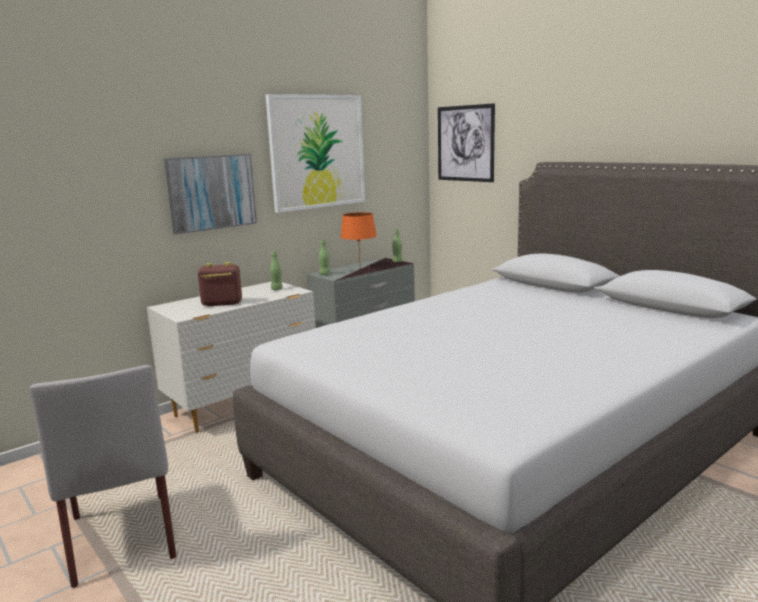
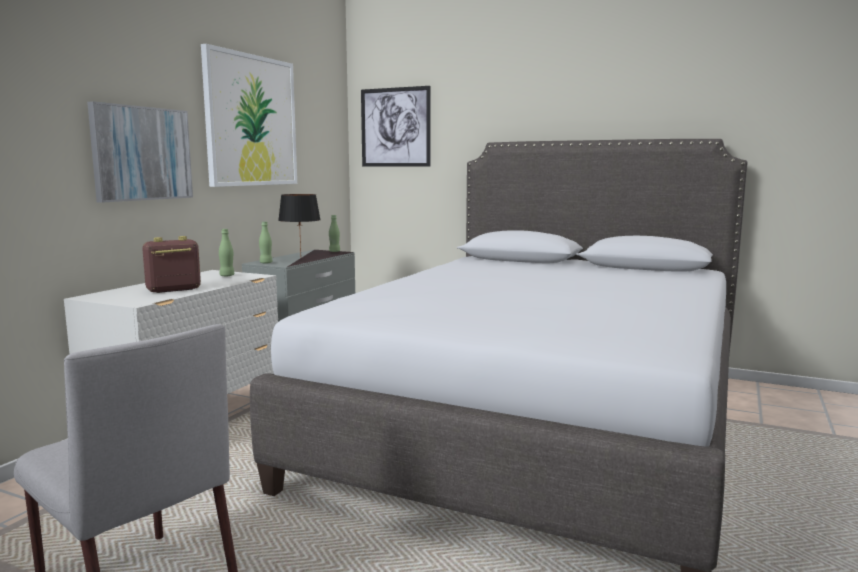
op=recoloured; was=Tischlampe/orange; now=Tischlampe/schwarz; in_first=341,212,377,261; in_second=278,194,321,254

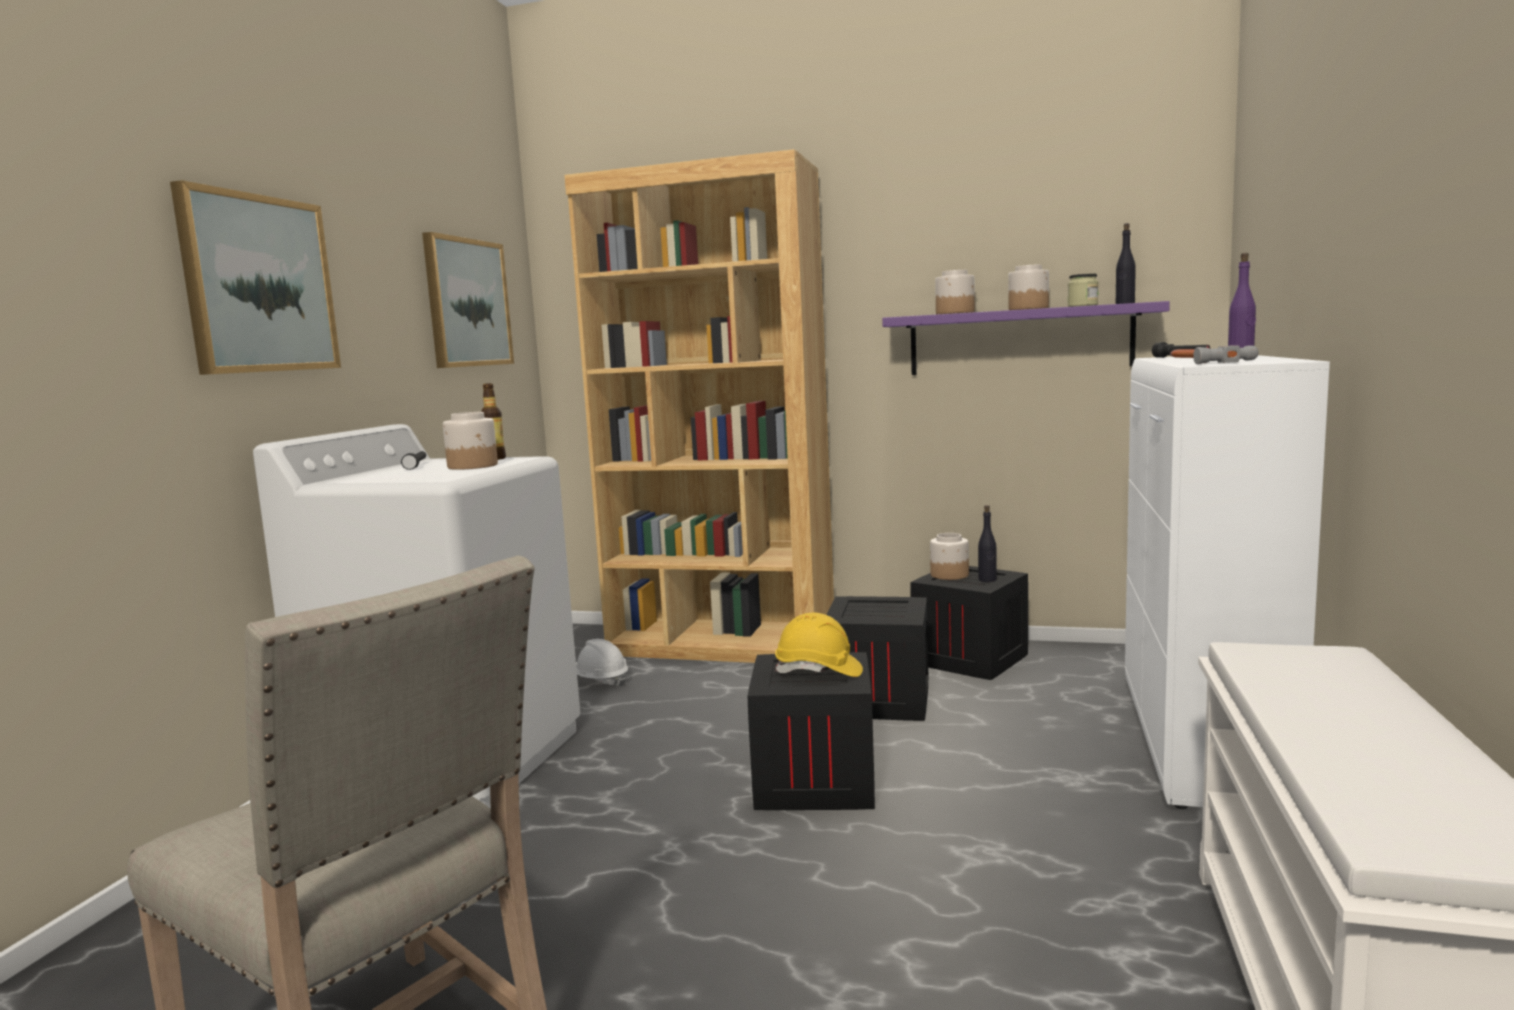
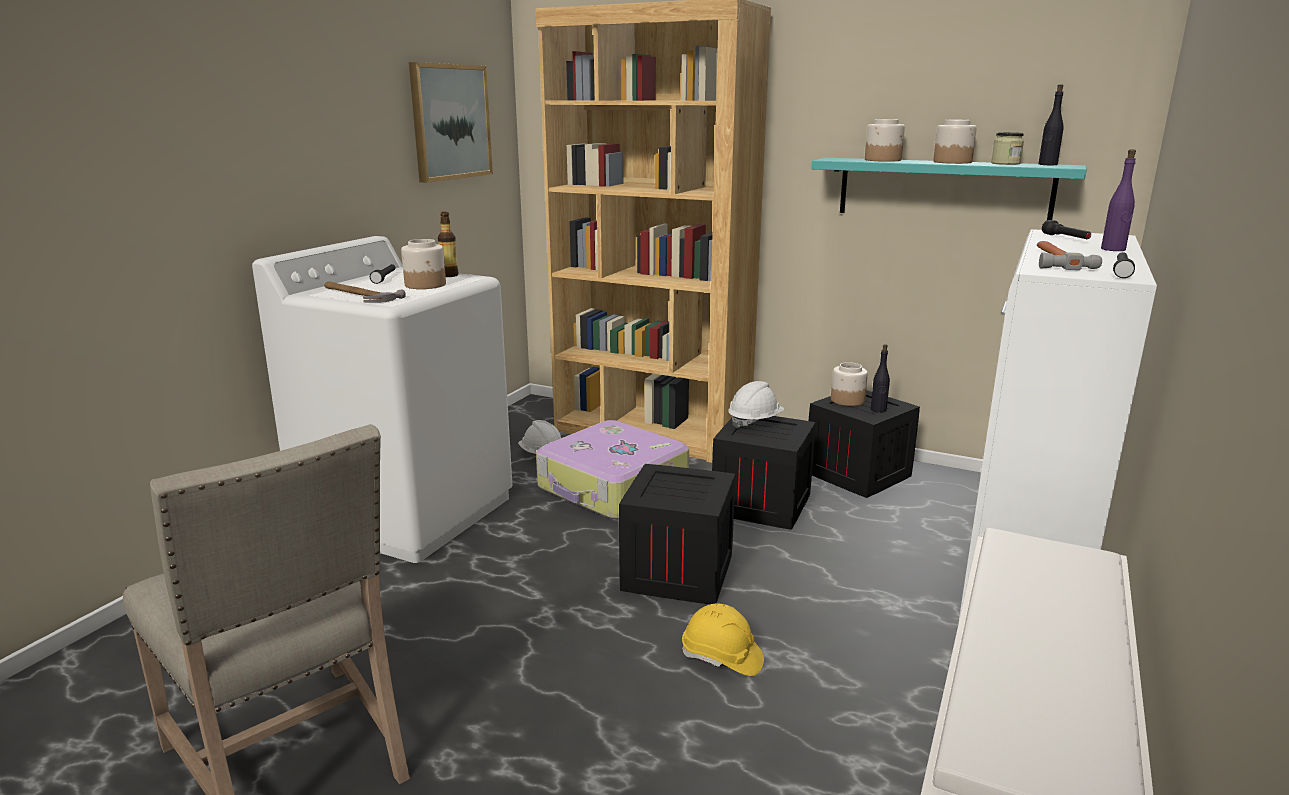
op=removed; was=Bild; in_first=170,180,341,375
op=moved; was=Schutzhelm/gelb; in_first=775,612,863,677; in_second=682,604,764,676
op=recoloured; was=Wandregal/lila; now=Wandregal/türkis; in_first=882,301,1170,375; in_second=812,158,1087,220
op=added; now=Hammer; in_second=324,281,406,303
op=added; now=Koffer; in_second=536,420,689,519
op=added; now=Schutzhelm/weiß; in_second=728,381,785,428
op=added; now=Taschenlampe/schwarz; in_second=1113,252,1135,278

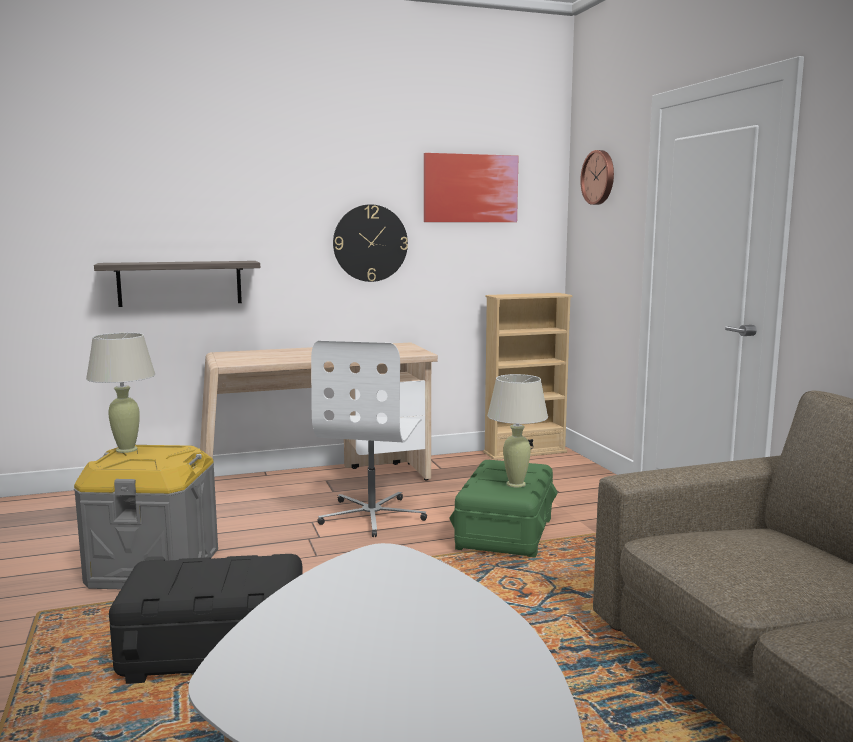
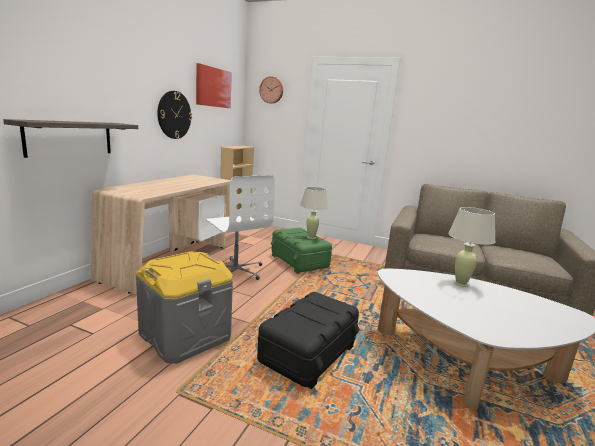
op=moved; was=Tischlampe/beige; in_first=86,333,156,453; in_second=448,207,495,287

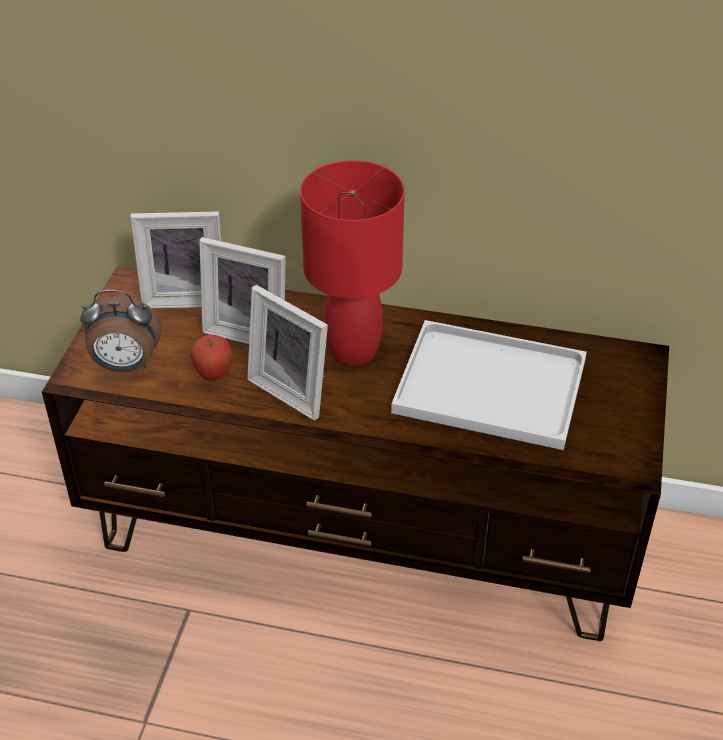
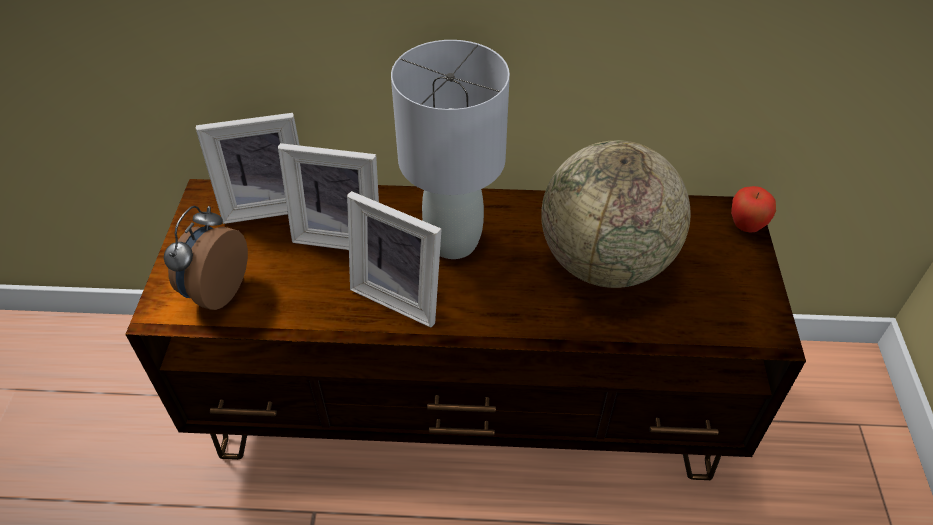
op=turned; was=Wecker; in_first=80,290,161,372; in_second=164,206,248,310; clockwise=120
op=moved; was=Apfel; in_first=190,335,233,381; in_second=731,186,776,233
op=recoloured; was=Tischlampe/rot; now=Tischlampe/grau; in_first=300,160,405,366; in_second=391,40,510,259
op=replaced; was=Tablett/weiß; now=Globus; in_first=391,320,587,450; in_second=541,140,691,288

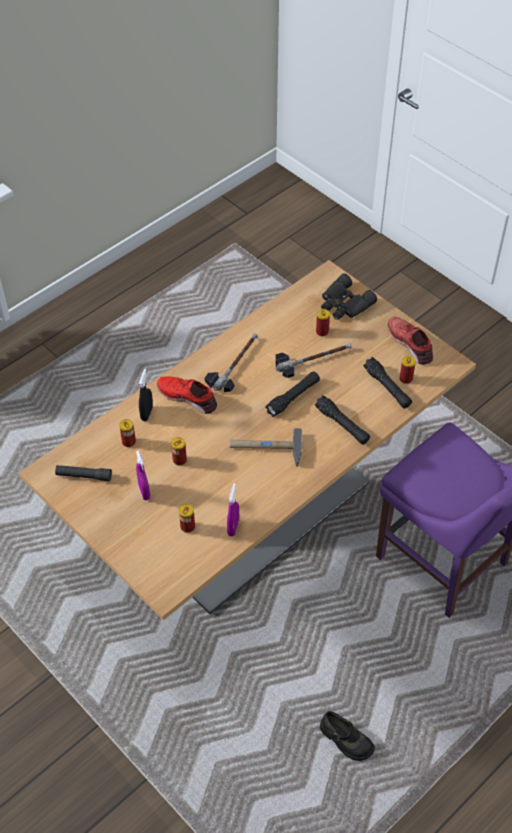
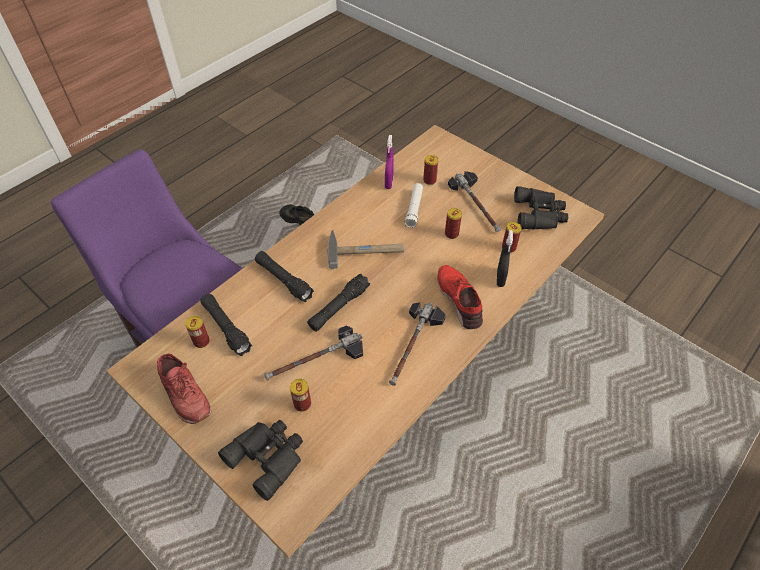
op=replaced; was=Taschenlampe/schwarz; now=Fernglas/schwarz; in_first=55,465,112,481; in_second=514,186,568,230
op=replaced; was=Sprühflasche/lila; now=Hammer; in_first=136,451,150,500; in_second=448,171,501,232
op=turned; was=Schuh/rot; in_first=157,376,217,414; in_second=437,265,483,329; clockwise=-135
op=added; now=Taschenlampe/weiß; in_second=404,183,423,228

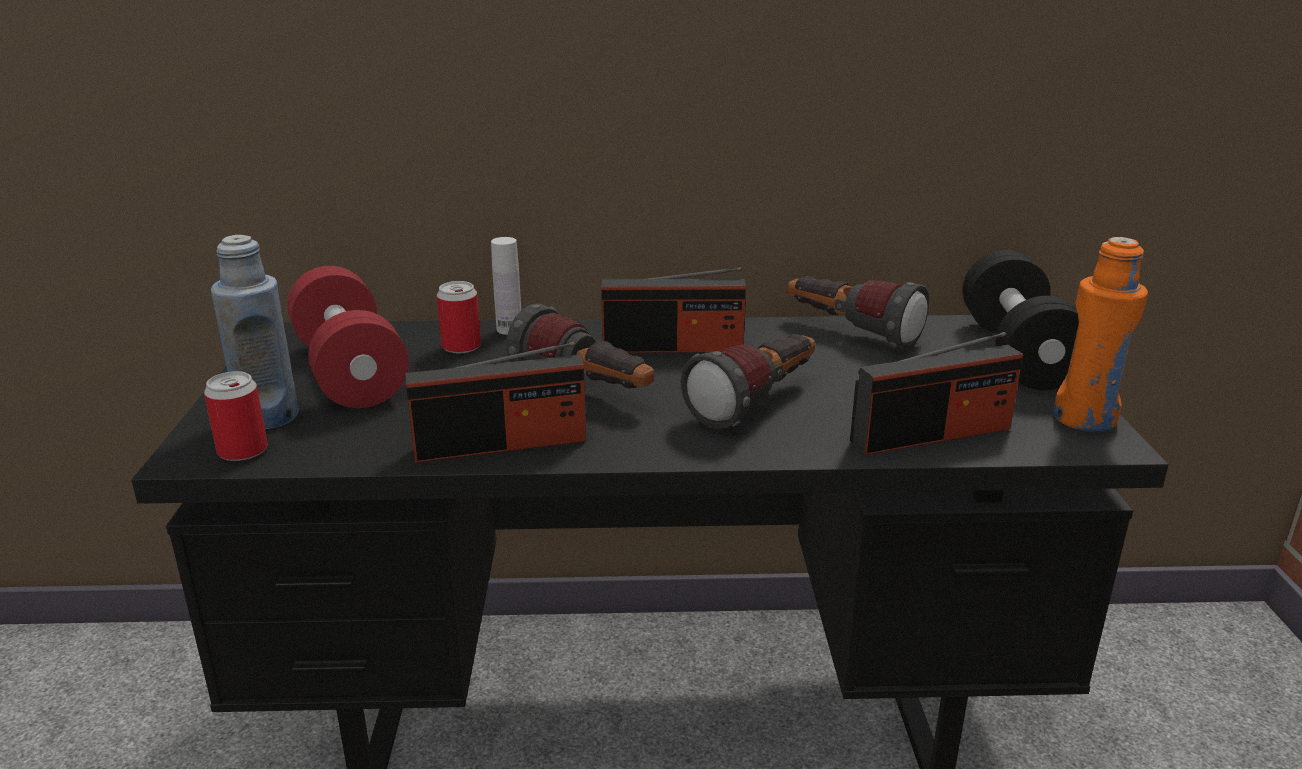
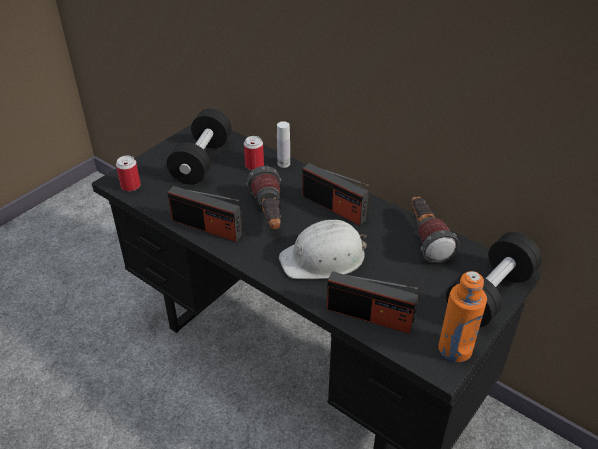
op=removed; was=Flasche/blau; in_first=211,235,299,429
op=recoloured; was=Hantel/rot; now=Hantel/schwarz; in_first=287,266,409,408; in_second=167,109,232,185
op=replaced; was=Taschenlampe; now=Schutzhelm/weiß; in_first=681,334,815,430; in_second=279,220,367,279

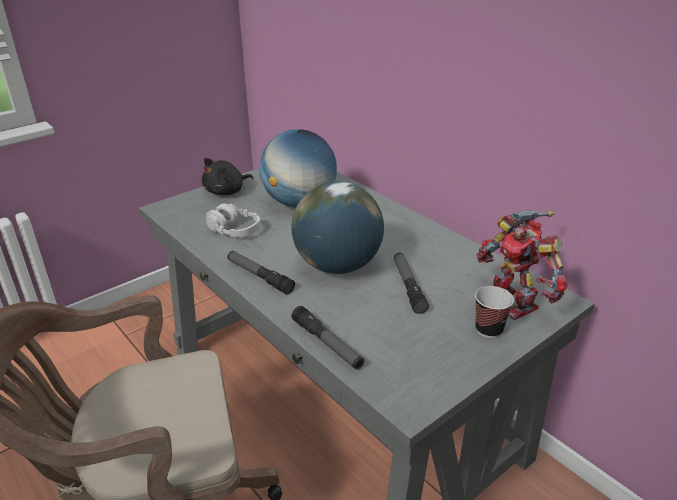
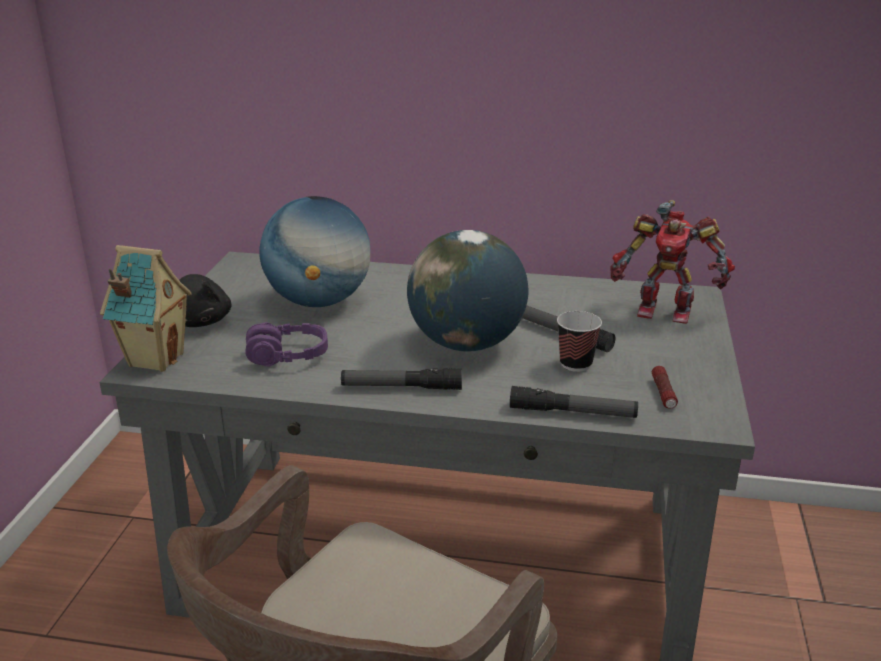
op=recoloured; was=Kopfhörer/grau; now=Kopfhörer/lila; in_first=206,203,261,237; in_second=245,322,328,367
op=moved; was=Tasse; in_first=475,286,514,338; in_second=557,311,602,372
op=added; now=Spielzeughaus; in_second=100,245,192,372
op=added; now=Taschenlampe; in_second=652,366,678,409

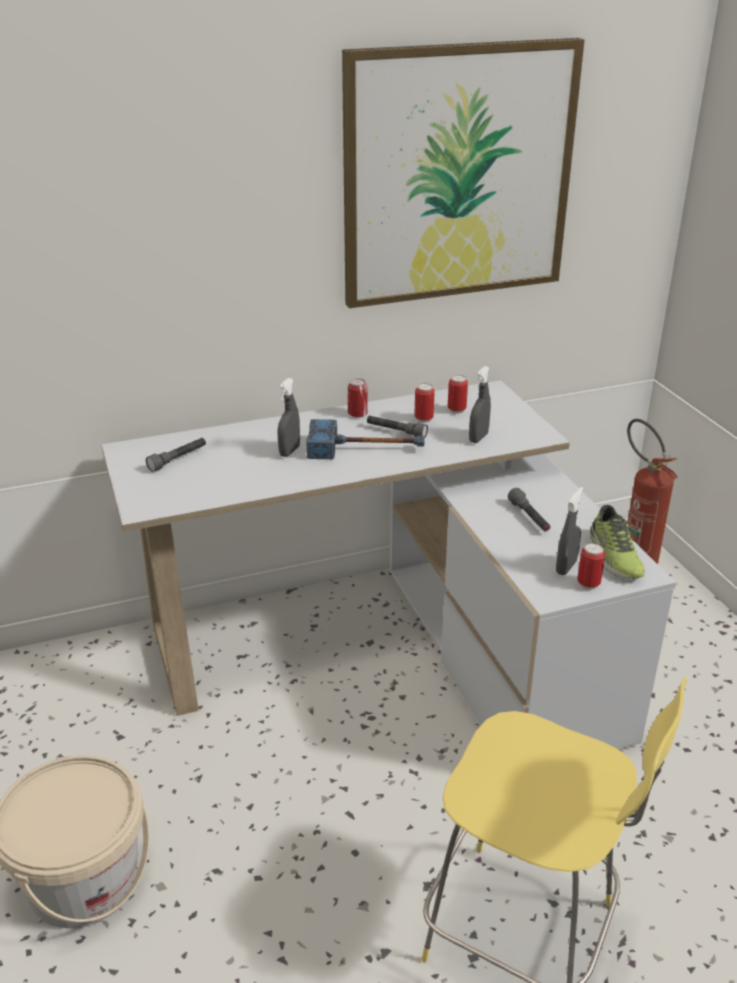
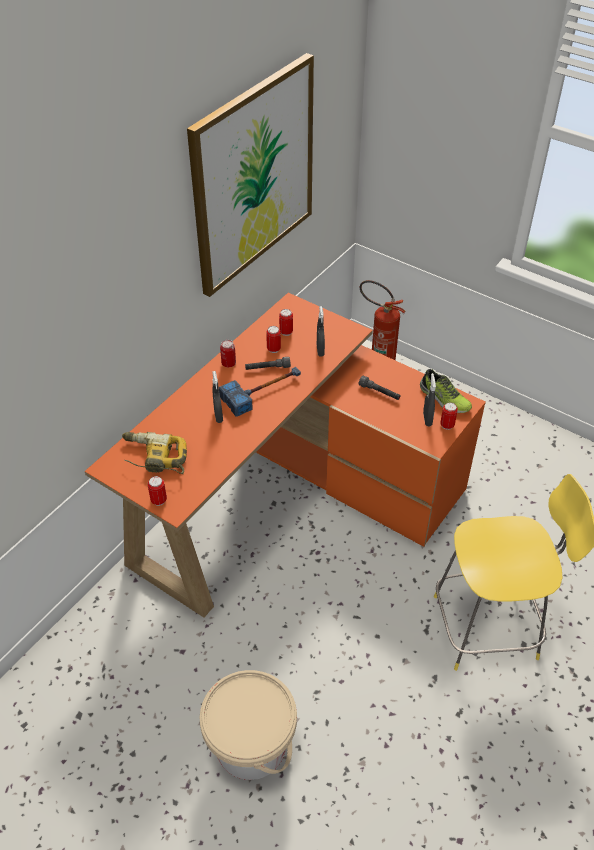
op=recoloured; was=Schreibtisch/weiß; now=Schreibtisch/orange; in_first=102,380,676,750; in_second=85,293,486,617
op=replaced; was=Taschenlampe/grau; now=Bohrmaschine; in_first=146,438,206,472; in_second=122,432,187,474
op=added; now=Dose; in_second=148,476,167,506

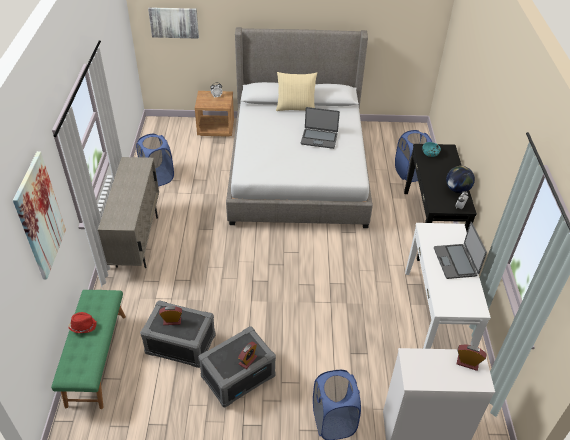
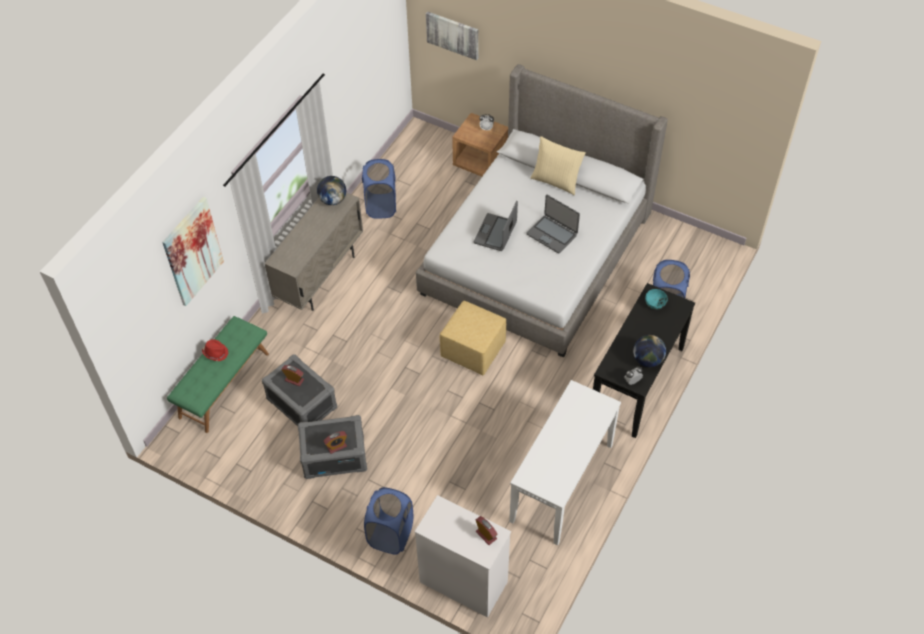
op=moved; was=Laptop; in_first=434,222,487,279; in_second=474,201,518,251
op=added; now=Globus; in_second=317,176,346,205
op=added; now=Polsterhocker/gelb; in_second=440,300,506,375

